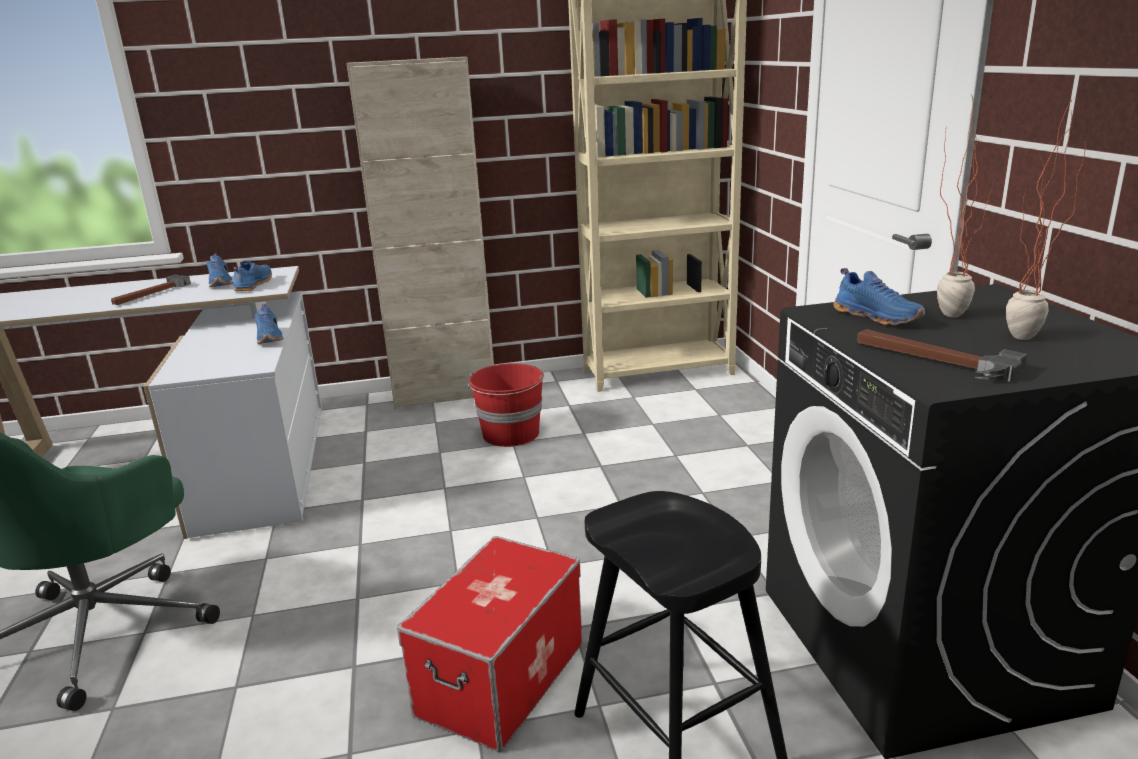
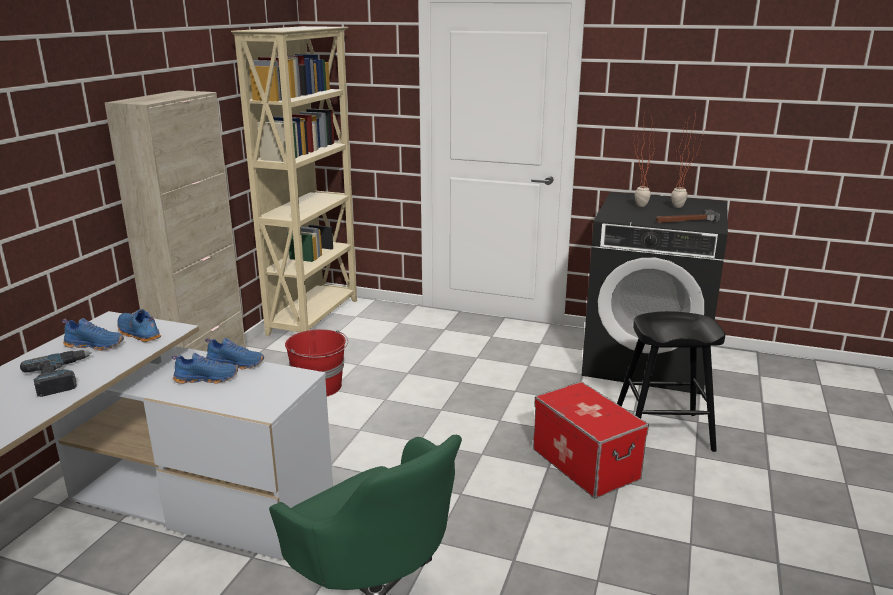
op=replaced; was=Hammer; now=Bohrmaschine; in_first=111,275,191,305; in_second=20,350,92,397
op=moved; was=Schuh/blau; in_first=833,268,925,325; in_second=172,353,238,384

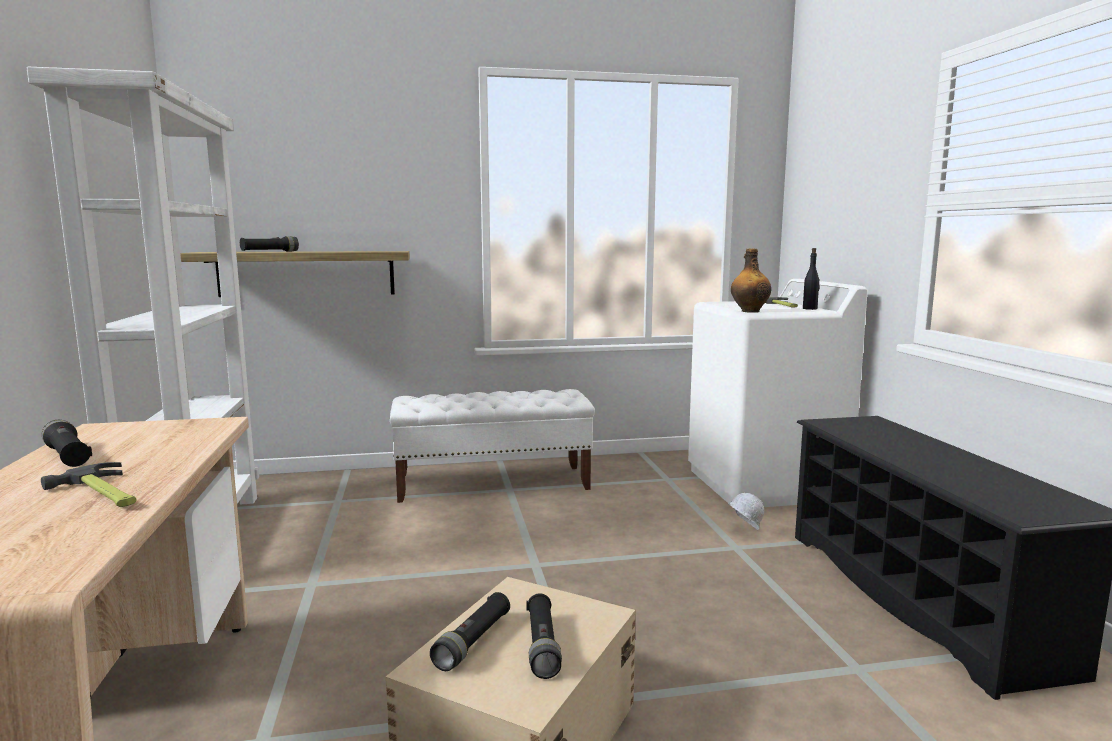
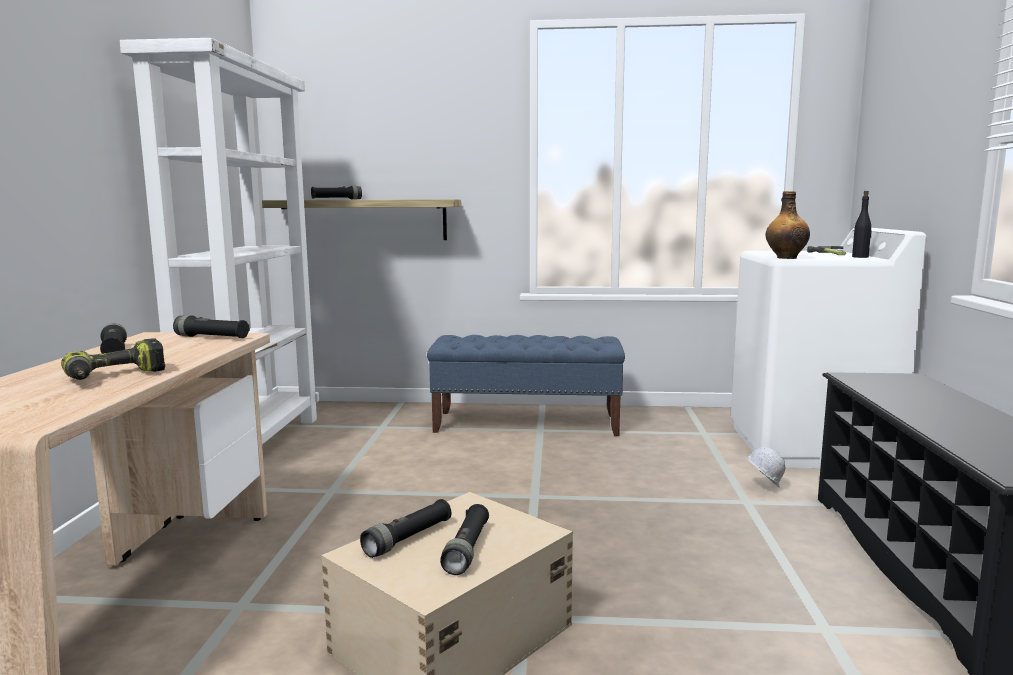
op=replaced; was=Hammer; now=Bohrmaschine; in_first=41,462,137,507; in_second=61,338,165,380
op=recoloured; was=Bank/weiß; now=Bank/blau; in_first=390,389,595,503; in_second=427,335,625,436
op=added; now=Taschenlampe/schwarz; in_second=173,315,250,338

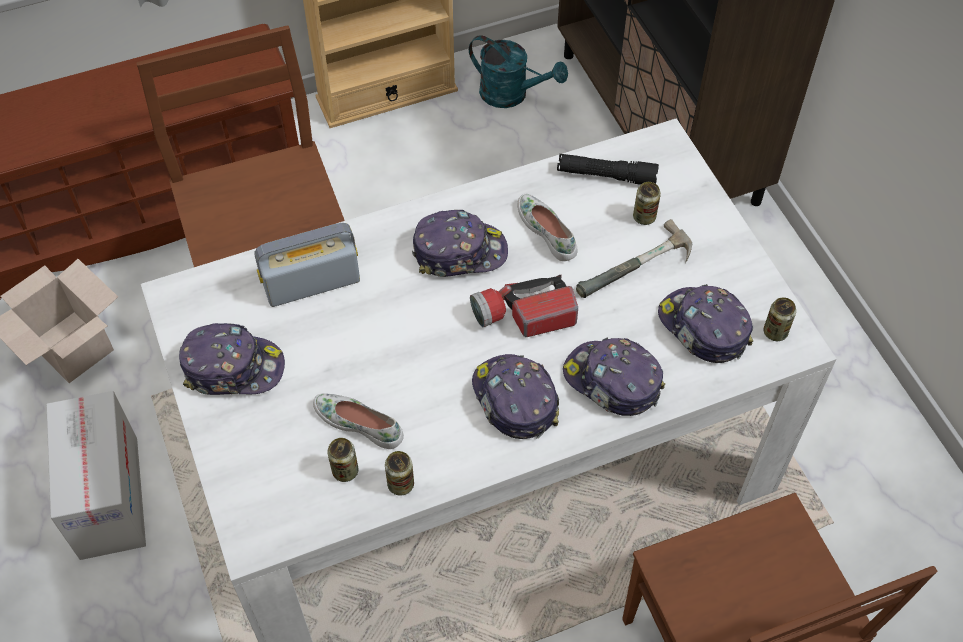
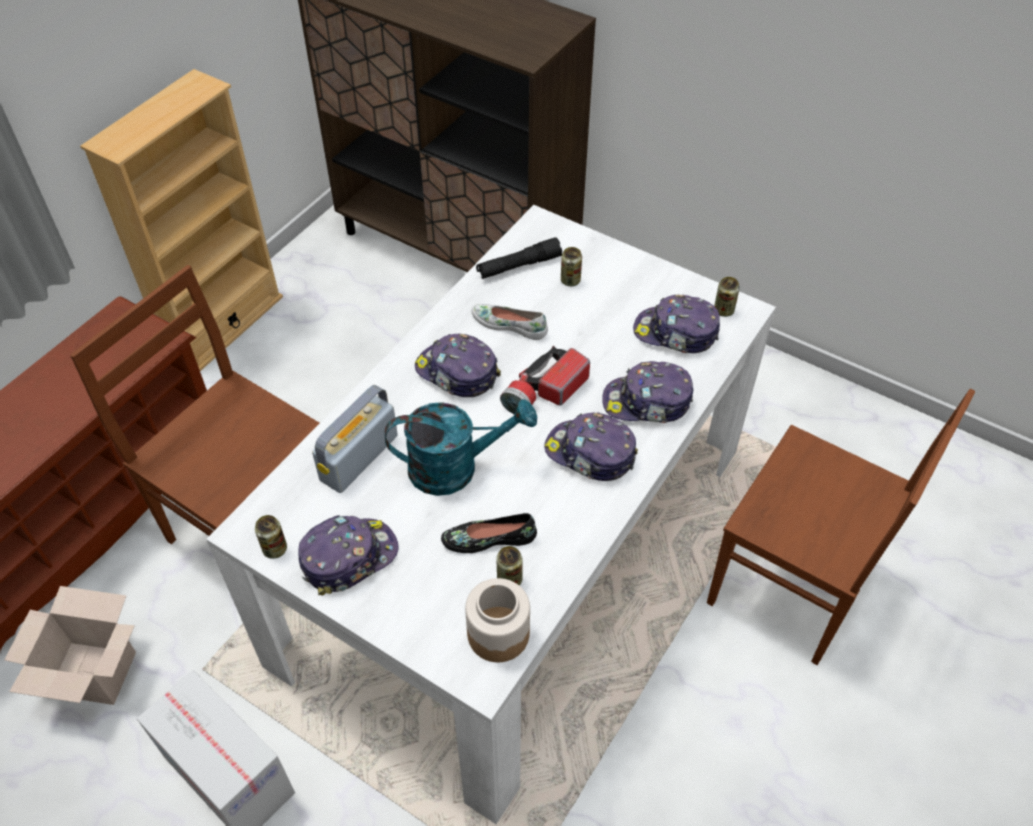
op=recoloured; was=Schuh/weiß; now=Schuh/schwarz; in_first=313,393,404,449; in_second=441,513,537,553
op=moved; was=Dose; in_first=385,451,414,496; in_second=255,515,287,559
op=turned; was=Kappe; in_first=412,210,508,277; in_second=415,334,501,397; clockwise=-105
op=moved; was=Gießkanne/türkis; in_first=469,35,568,108; in_second=385,399,537,496
op=removed; was=Hammer; in_first=576,219,692,298
op=added; now=Vorratsglas; in_second=465,578,530,662

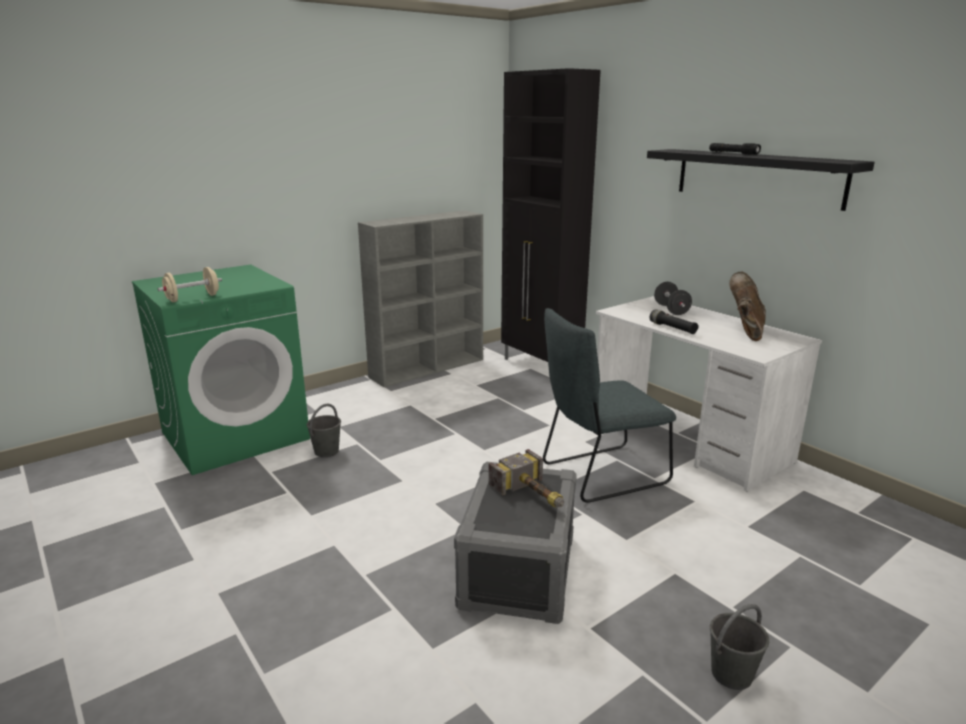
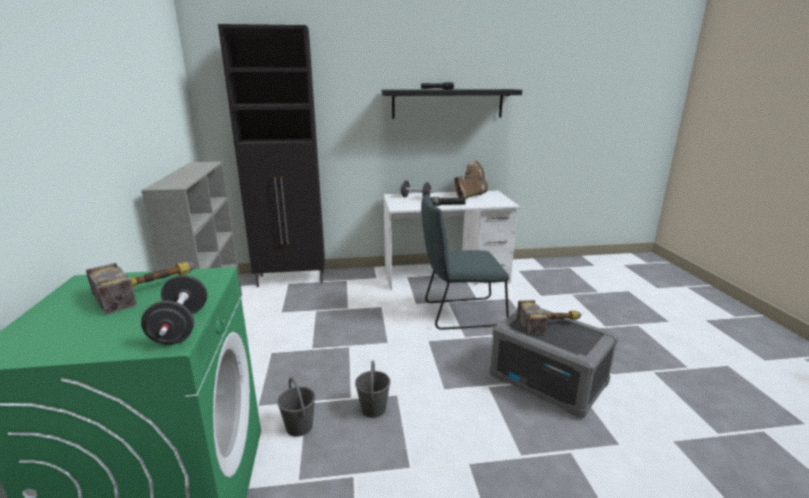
op=recoloured; was=Hantel/beige; now=Hantel/schwarz; in_first=158,267,222,302; in_second=141,275,207,345
op=turned; was=Stuhl/grau; in_first=543,308,676,503; in_second=421,194,509,330; clockwise=75
op=moved; was=Eimer/grau; in_first=710,604,769,690; in_second=355,361,391,418
op=turned; was=Stiefel/braun; in_first=729,272,766,341; in_second=454,161,488,199; clockwise=90
op=added; now=Hammer; in_second=86,262,195,315

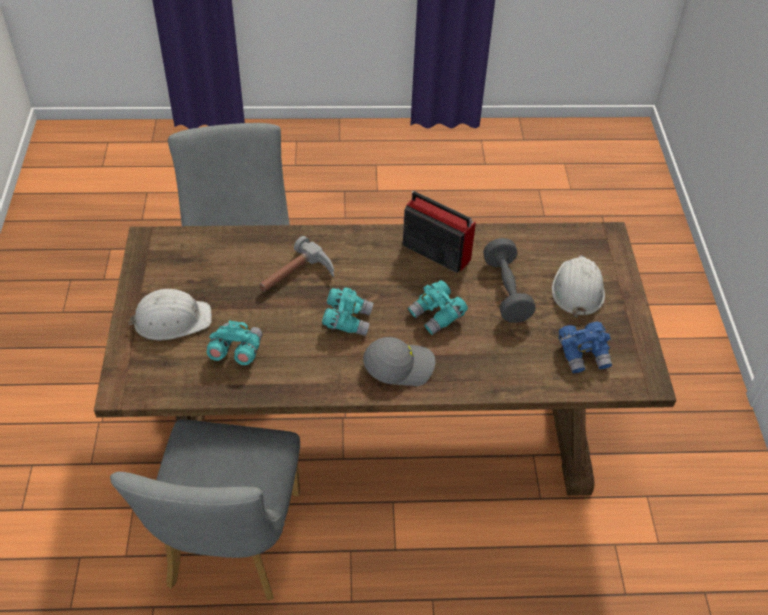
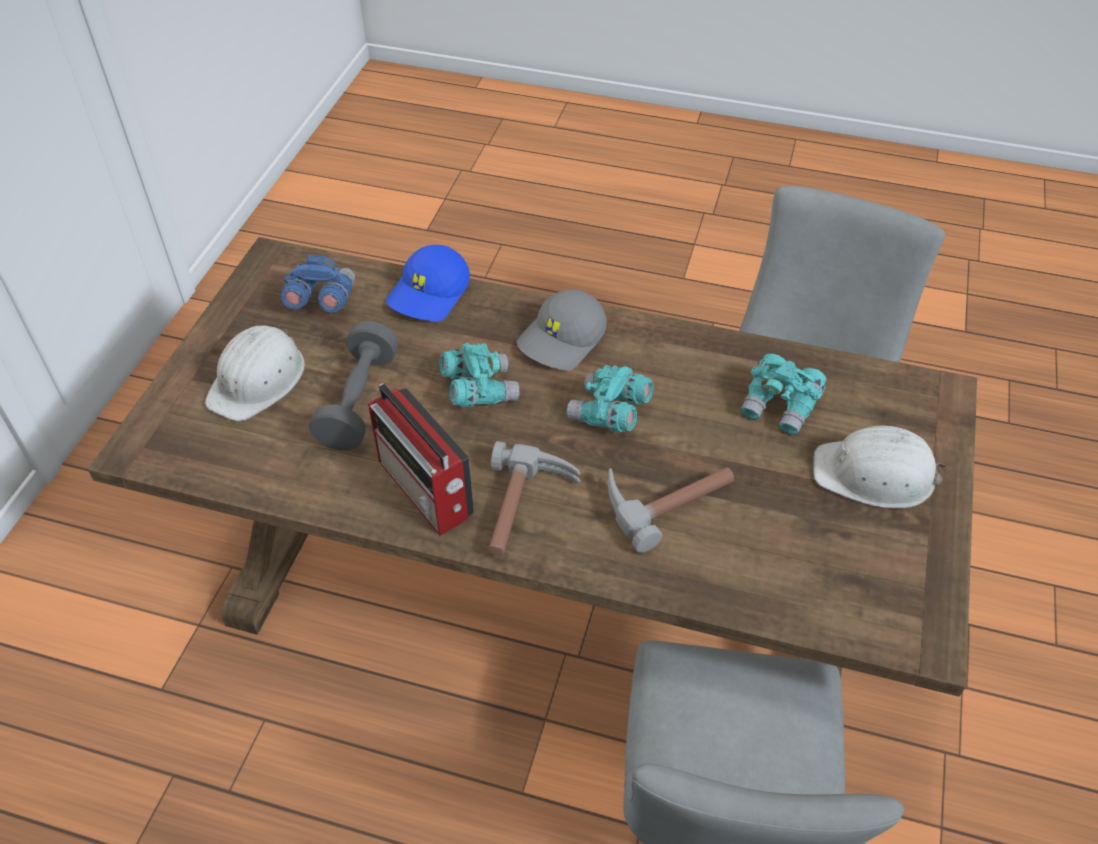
op=turned; was=Kappe/grau; in_first=363,337,435,386; in_second=517,289,607,371; clockwise=-60
op=added; now=Kappe/blau; in_second=386,245,470,322
op=added; now=Hammer; in_second=488,441,581,556

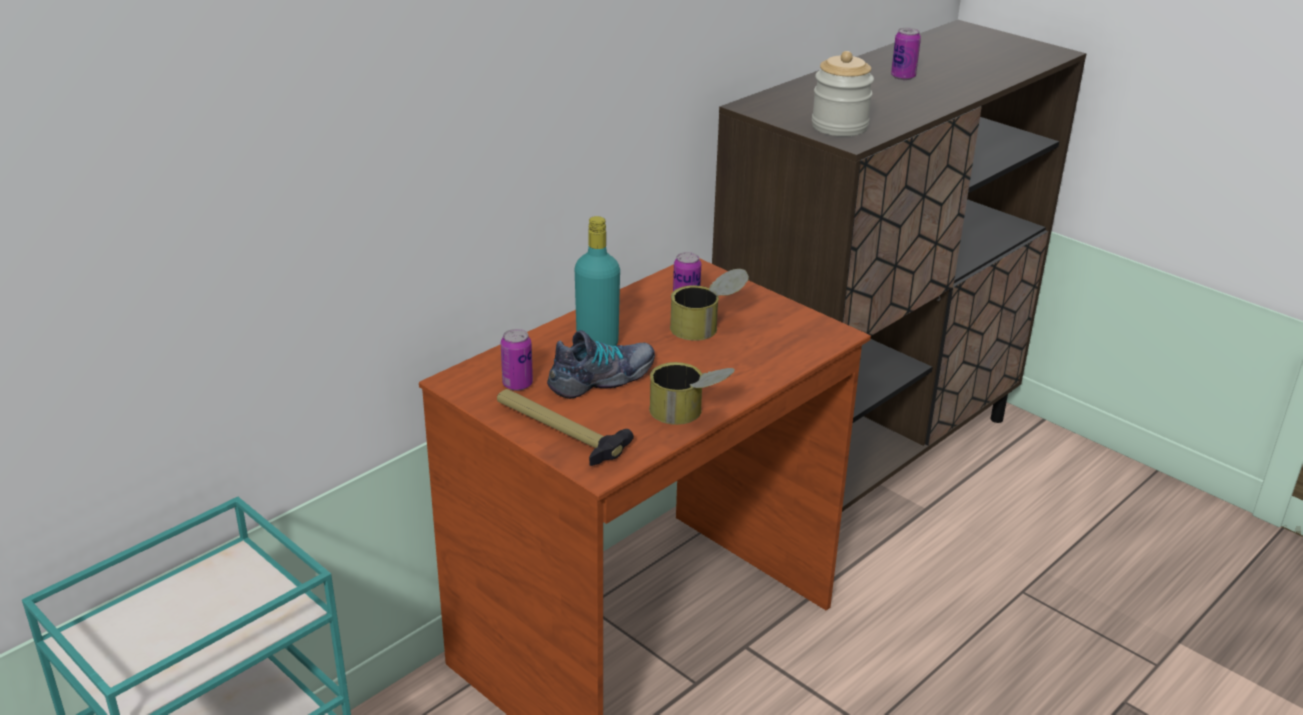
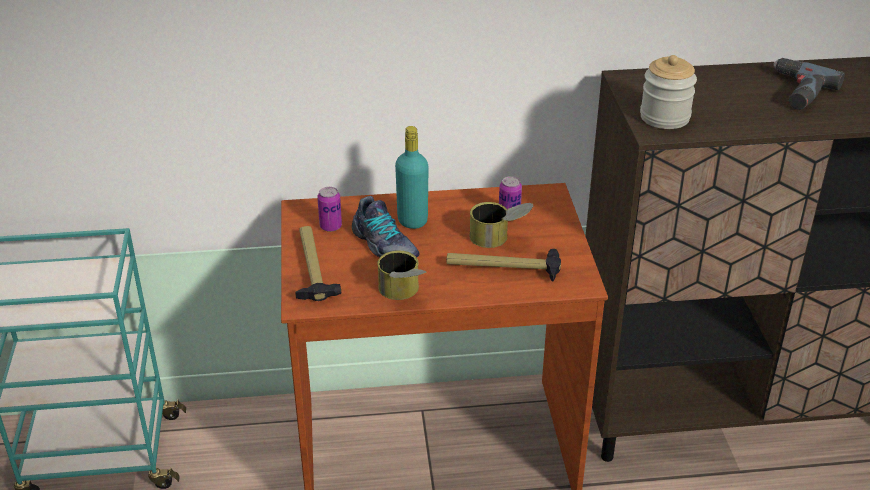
op=turned; was=Schuh; in_first=547,330,655,399; in_second=352,196,420,257; clockwise=45
op=replaced; was=Dose; now=Bohrmaschine; in_first=891,28,921,80; in_second=773,58,845,110
op=added; now=Hammer; in_second=446,249,561,282

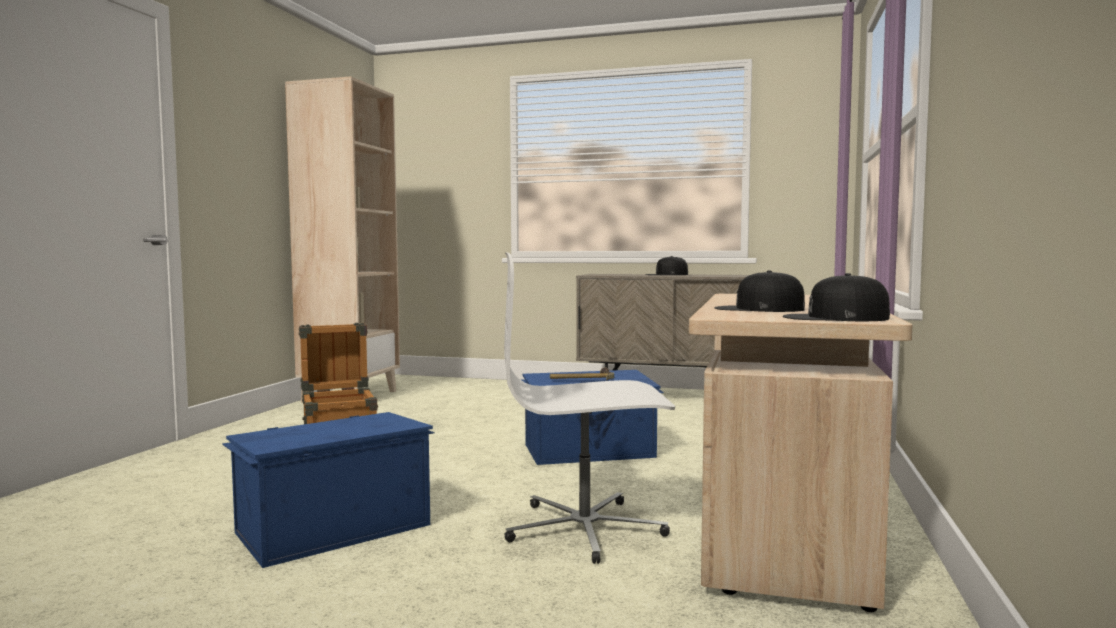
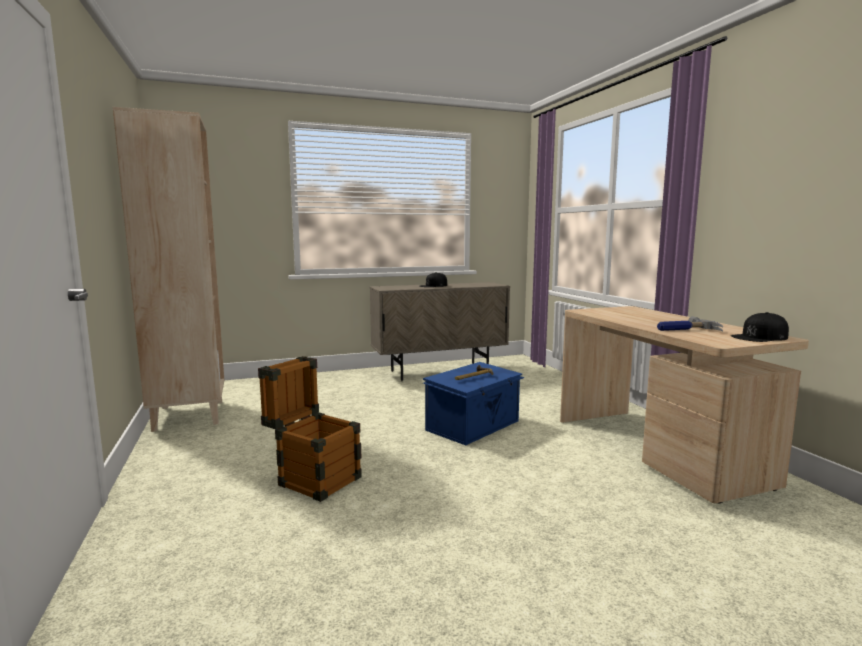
op=removed; was=Aufbewahrungsbox/blau; in_first=222,412,435,568
op=removed; was=Bürostuhl/weiß; in_first=504,253,675,564
op=replaced; was=Kappe/schwarz; now=Hammer; in_first=715,270,805,312; in_second=657,316,723,331

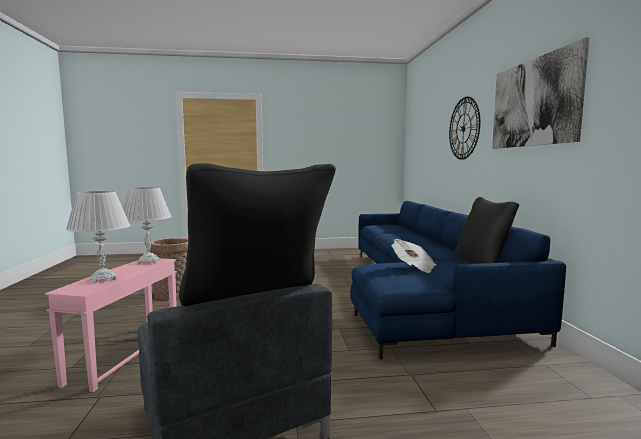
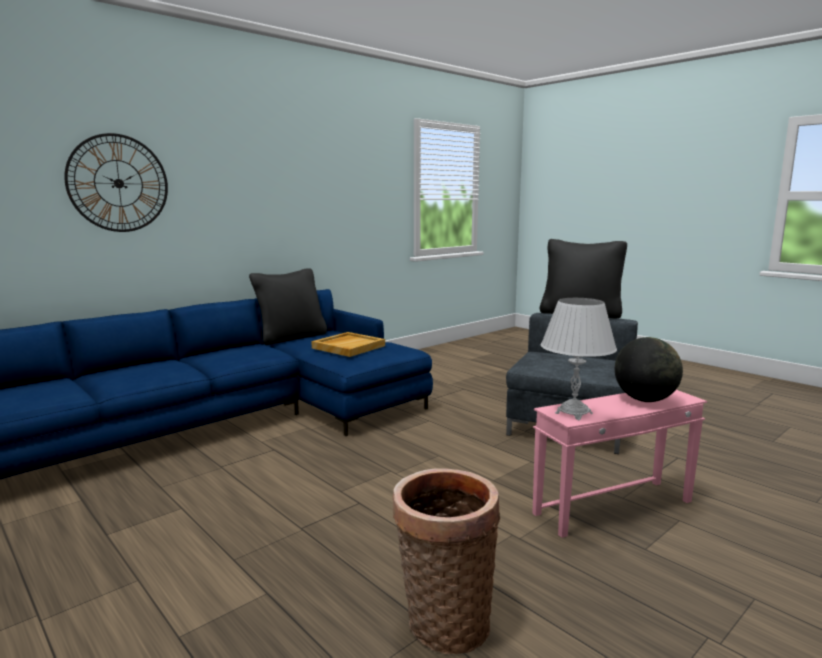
op=replaced; was=Tischlampe/weiß; now=Globus; in_first=66,191,130,284; in_second=615,337,683,402
op=replaced; was=Zeitung; now=Tablett/beige; in_first=392,239,436,273; in_second=311,332,385,357
op=removed; was=Bild; in_first=492,37,589,149

